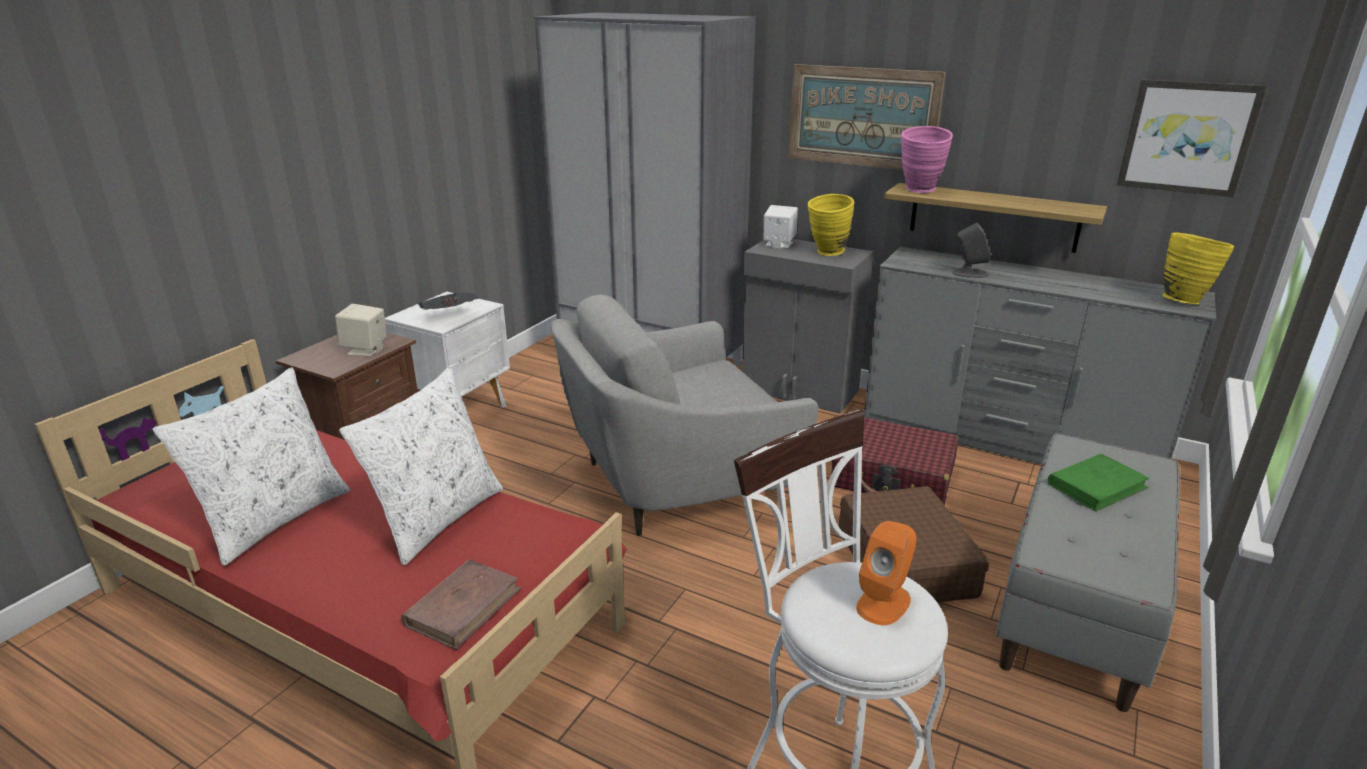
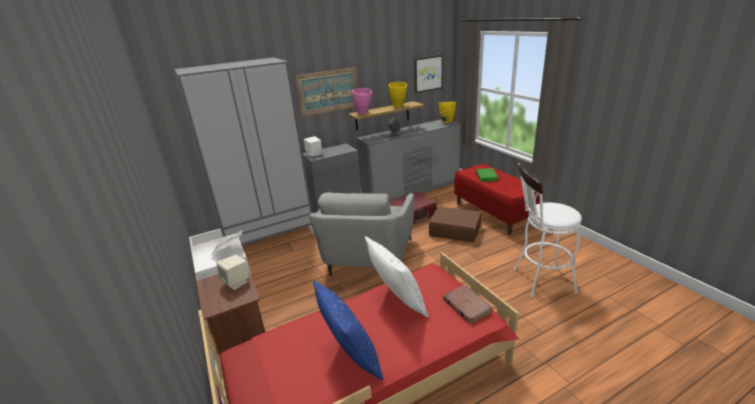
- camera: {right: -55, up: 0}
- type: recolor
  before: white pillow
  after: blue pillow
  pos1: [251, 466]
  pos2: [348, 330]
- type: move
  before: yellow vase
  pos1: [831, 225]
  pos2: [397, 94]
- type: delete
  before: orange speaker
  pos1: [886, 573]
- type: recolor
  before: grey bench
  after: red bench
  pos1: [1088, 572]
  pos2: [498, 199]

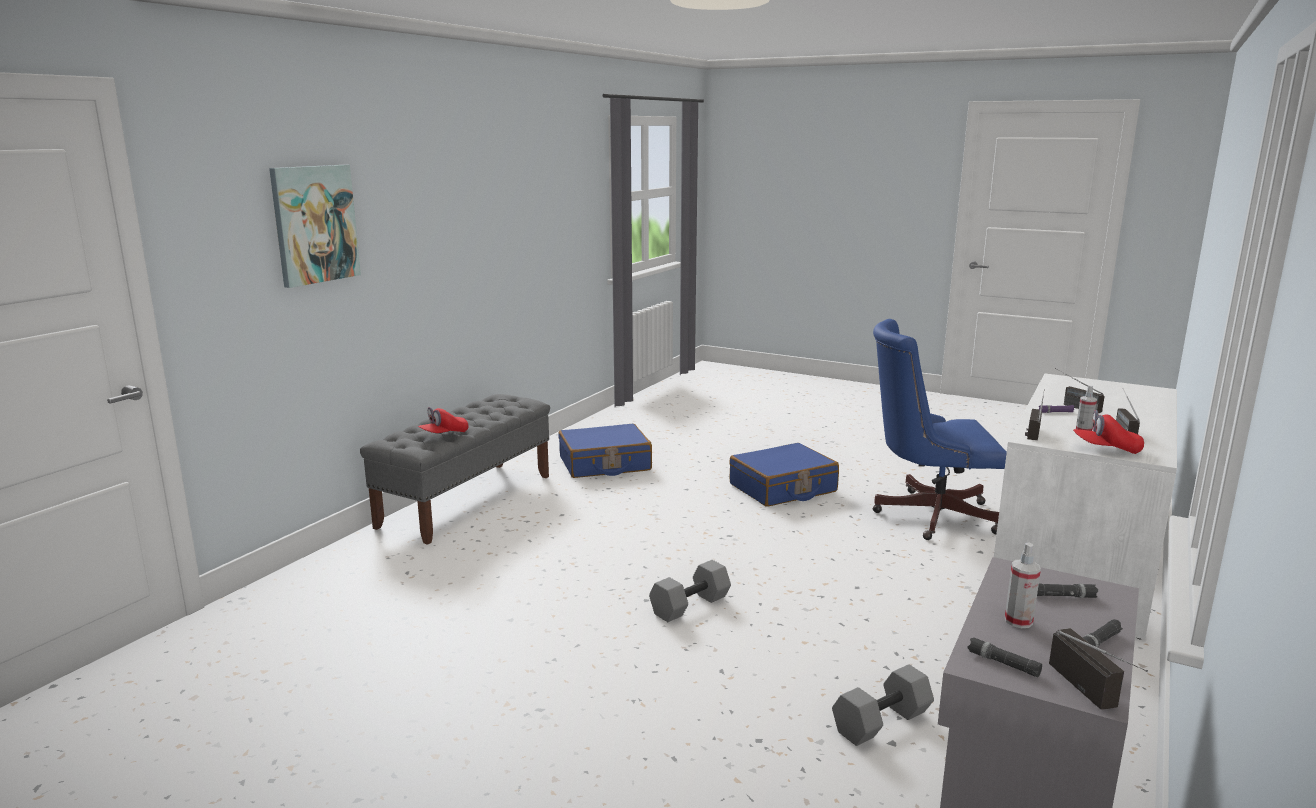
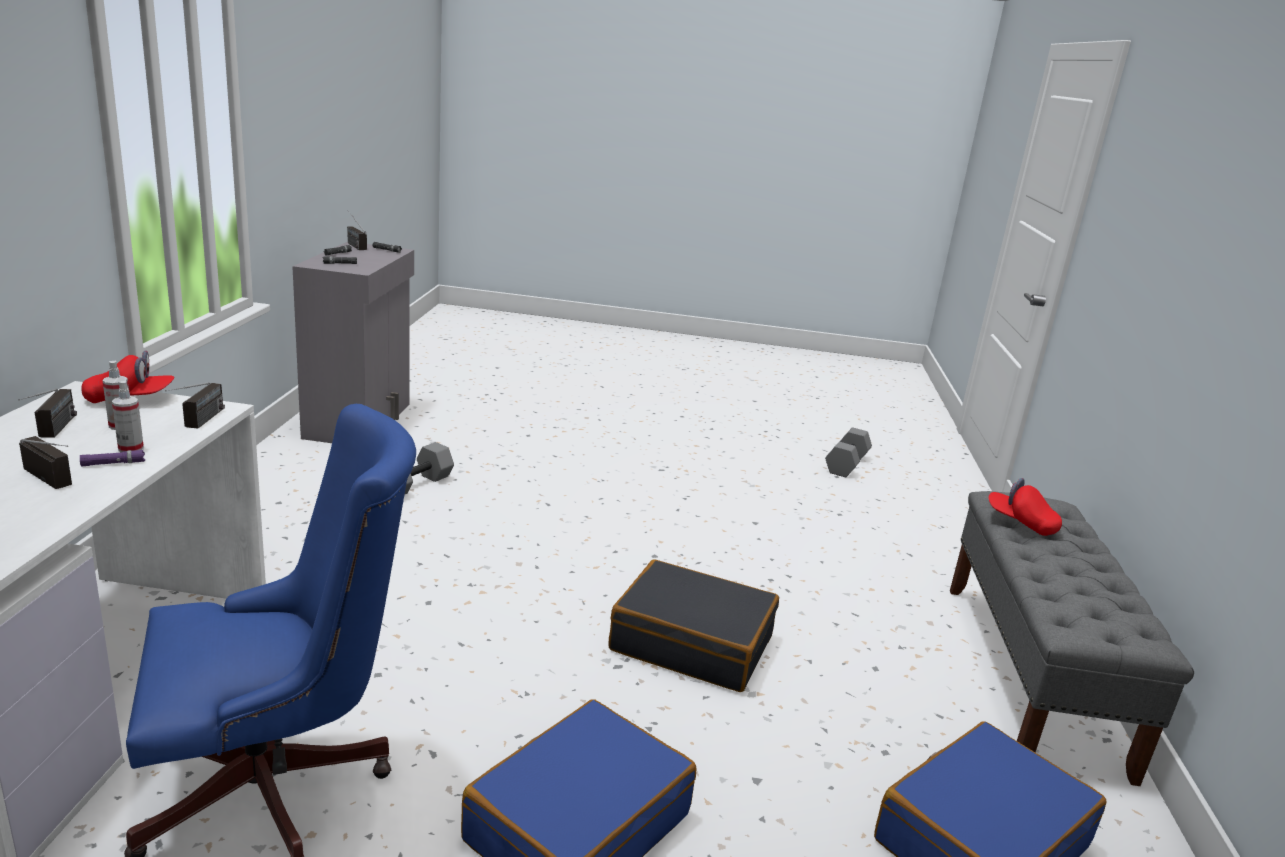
- camera: {right: 155, up: 5}
- type: delete
  before: picture
  pos1: [315, 226]
- type: rotate
  before: red cap
  pos1: [443, 420]
  pos2: [1025, 507]
  turn: -75
- type: move
  before: grey dumbbell
  pos1: [690, 591]
  pos2: [848, 452]
- type: move
  before: spray bottle
  pos1: [1023, 585]
  pos2: [128, 416]
- type: insert
  after: black suitcase
  pos2: [694, 626]

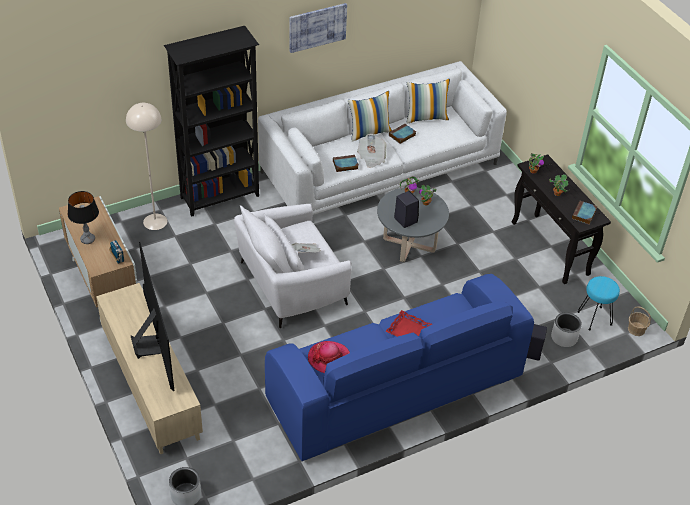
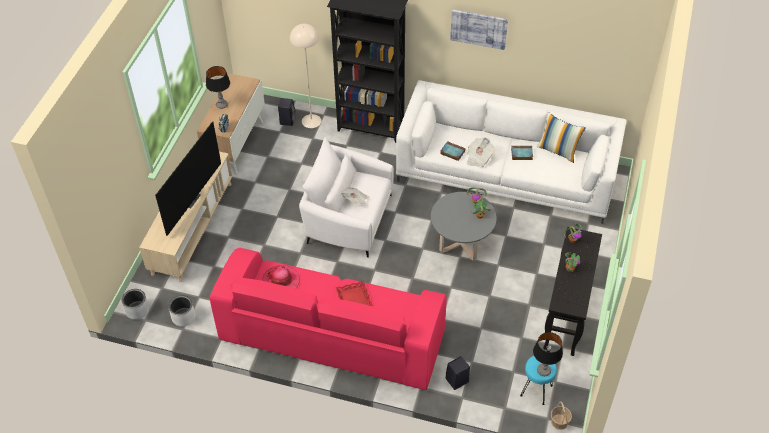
- camera: {right: 45, up: 5}
- type: recolor
  before: blue sofa
  after: pink sofa
  pos1: [399, 367]
  pos2: [328, 319]
- type: delete
  before: pillow
  pos1: [370, 116]
- type: move
  before: black speaker
  pos1: [406, 209]
  pos2: [287, 112]
- type: move
  before: white planter
  pos1: [566, 329]
  pos2: [181, 311]
- type: delete
  before: book
  pos1: [584, 213]
- type: insert
  after: table lamp
  pos2: [548, 354]

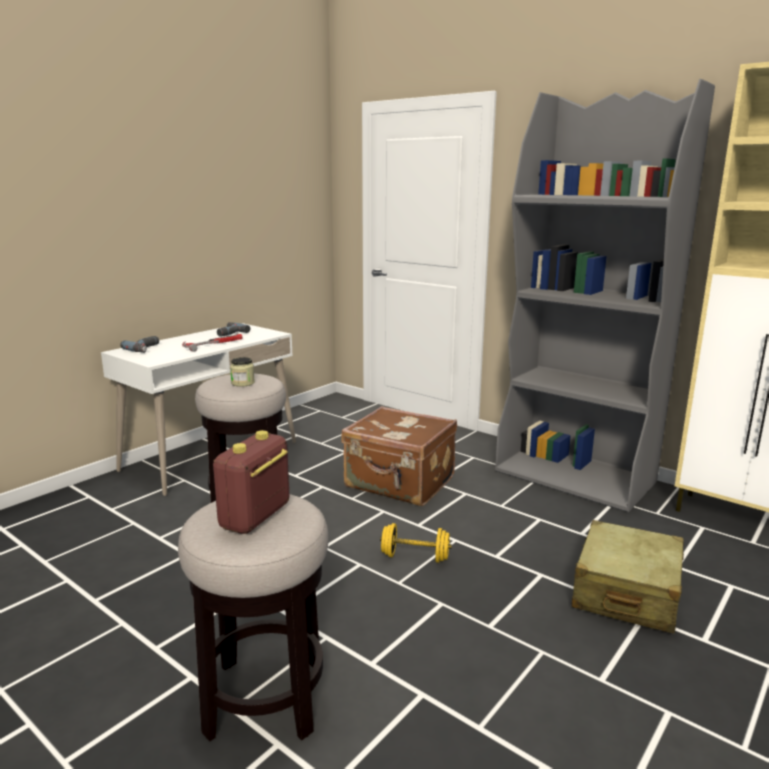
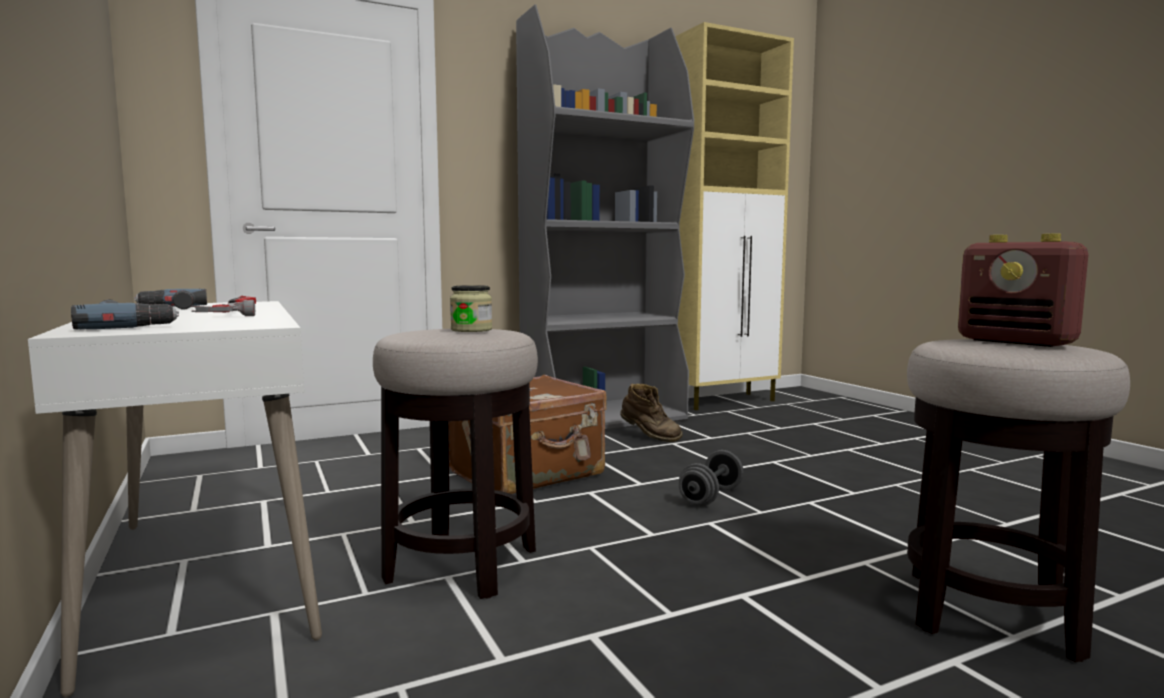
- camera: {right: -65, up: -10}
- type: recolor
  before: yellow dumbbell
  after: grey dumbbell
  pos1: [416, 543]
  pos2: [711, 478]
- type: delete
  before: beige suitcase
  pos1: [628, 576]
- type: insert
  after: brown boot
  pos2: [651, 413]

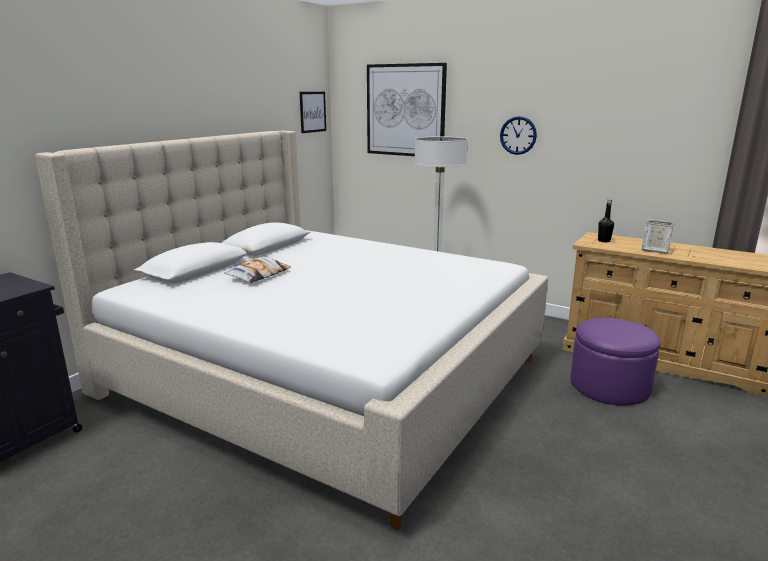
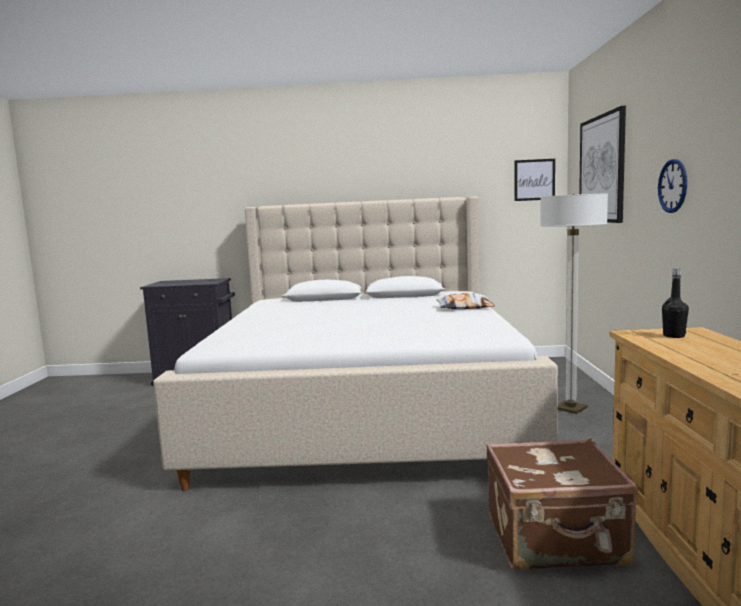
- camera: {right: 60, up: -10}
- type: move
  before: pillow
  pos1: [257, 270]
  pos2: [465, 301]
- type: replace
  before: purple ottoman
  after: brown suitcase
  pos1: [615, 361]
  pos2: [562, 504]
- type: delete
  before: picture frame
  pos1: [658, 236]

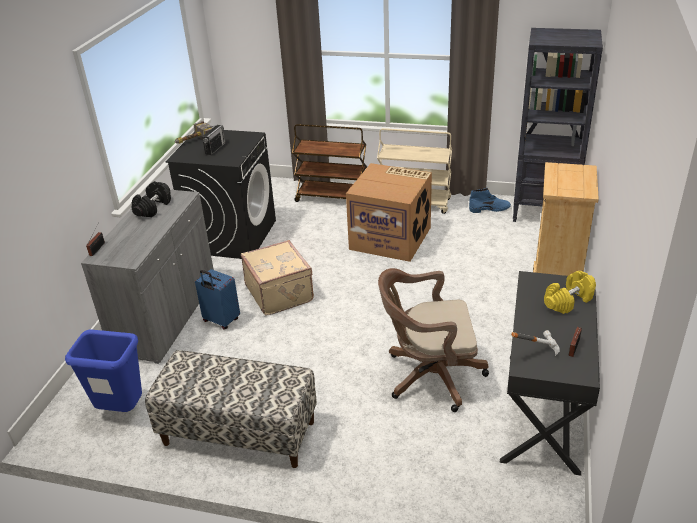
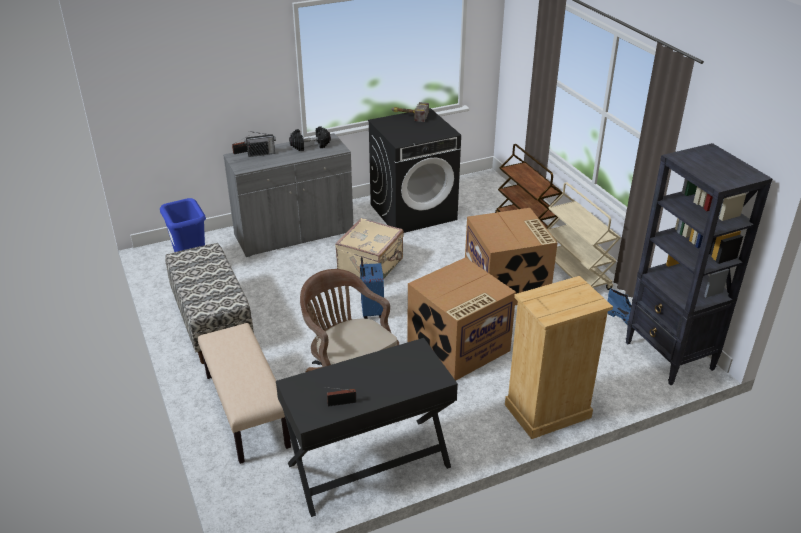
- camera: {right: 50, up: 0}
- type: move
  before: blue suitcase
  pos1: [217, 299]
  pos2: [372, 288]
- type: move
  before: radio
  pos1: [213, 140]
  pos2: [260, 144]
- type: delete
  before: hammer
  pos1: [535, 343]
- type: delete
  before: yellow dumbbell
  pos1: [570, 292]
- type: insert
  after: beige bench
  pos2: [244, 393]
- type: insert
  after: cardboard box
  pos2: [461, 319]

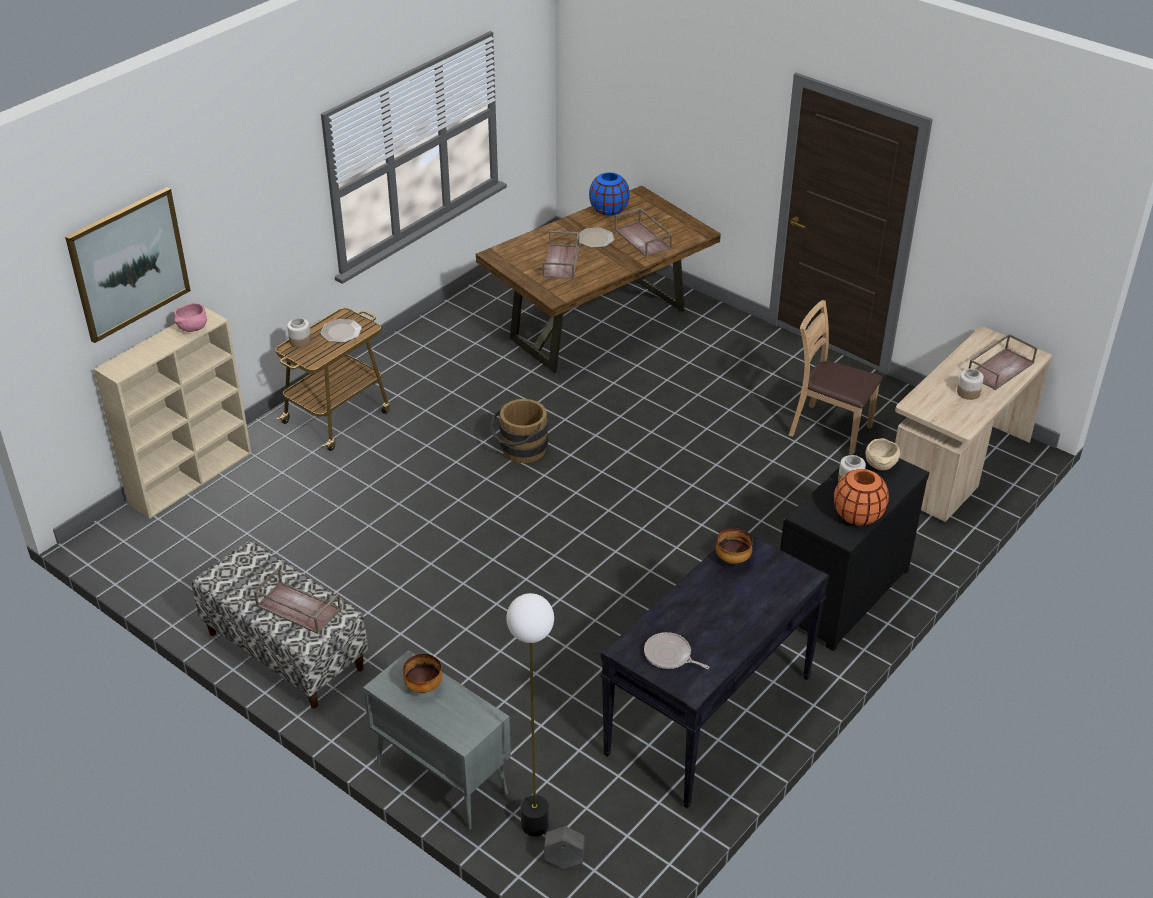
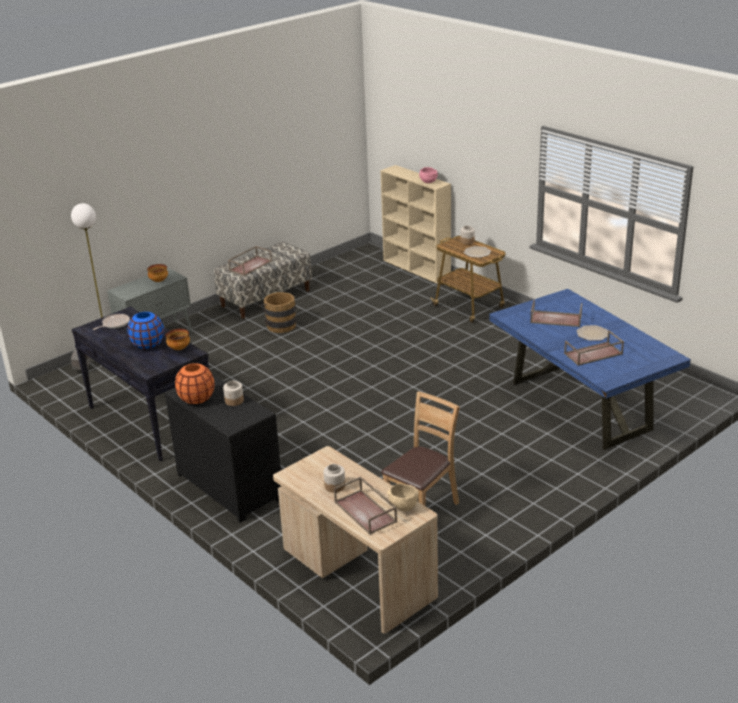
- camera: {right: 100, up: -10}
- type: delete
  before: picture
  pos1: [128, 265]
- type: recolor
  before: brown dining table
  after: blue dining table
  pos1: [598, 279]
  pos2: [590, 369]
- type: move
  before: brown bucket
  pos1: [519, 431]
  pos2: [277, 312]
- type: move
  before: blue vase
  pos1: [609, 194]
  pos2: [146, 330]
- type: move
  before: beige bowl
  pos1: [883, 454]
  pos2: [403, 497]

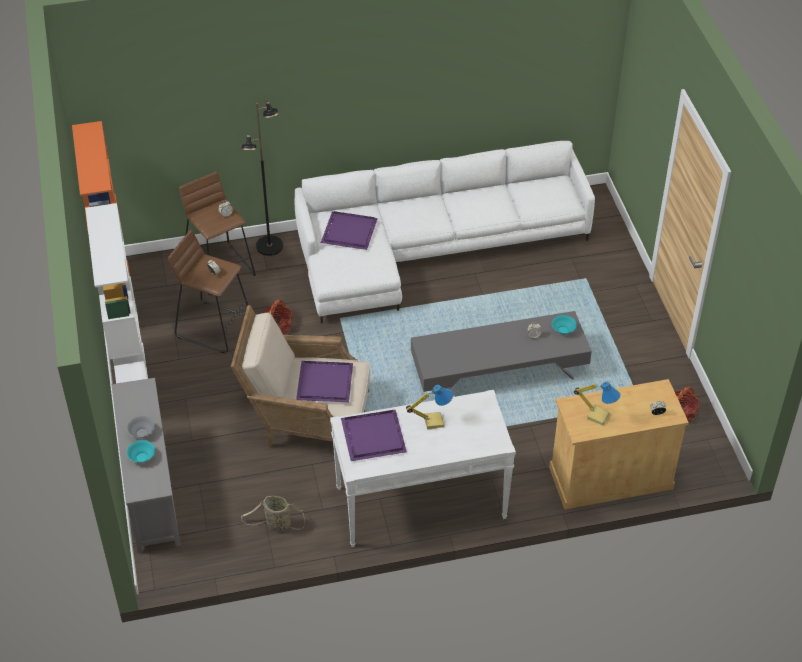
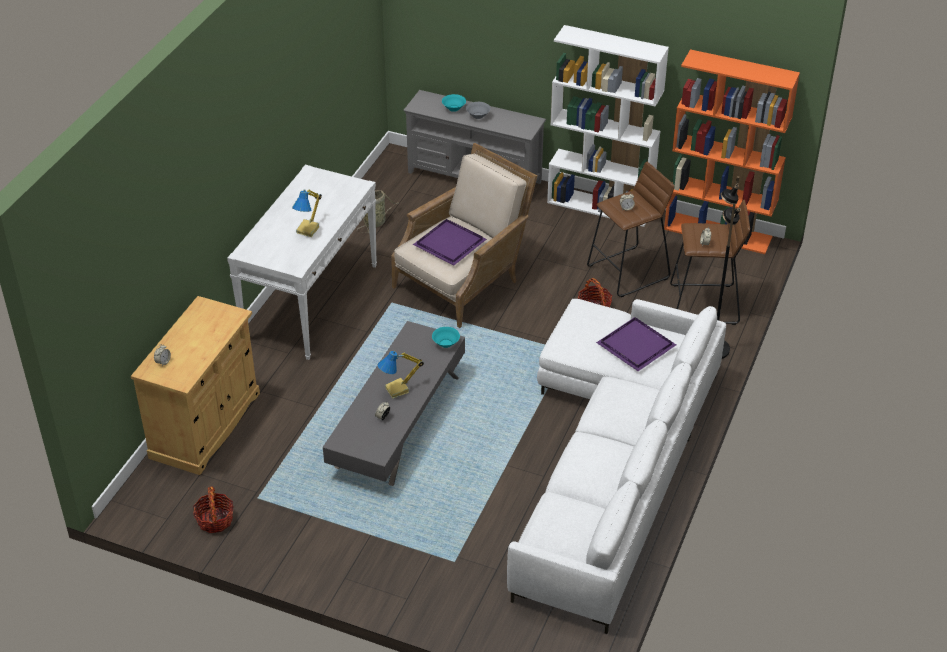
- camera: {right: 125, up: -5}
- type: delete
  before: purple tray
  pos1: [374, 435]
- type: move
  before: turquoise bowl
  pos1: [564, 324]
  pos2: [446, 337]
- type: move
  before: table lamp
  pos1: [597, 403]
  pos2: [401, 374]

